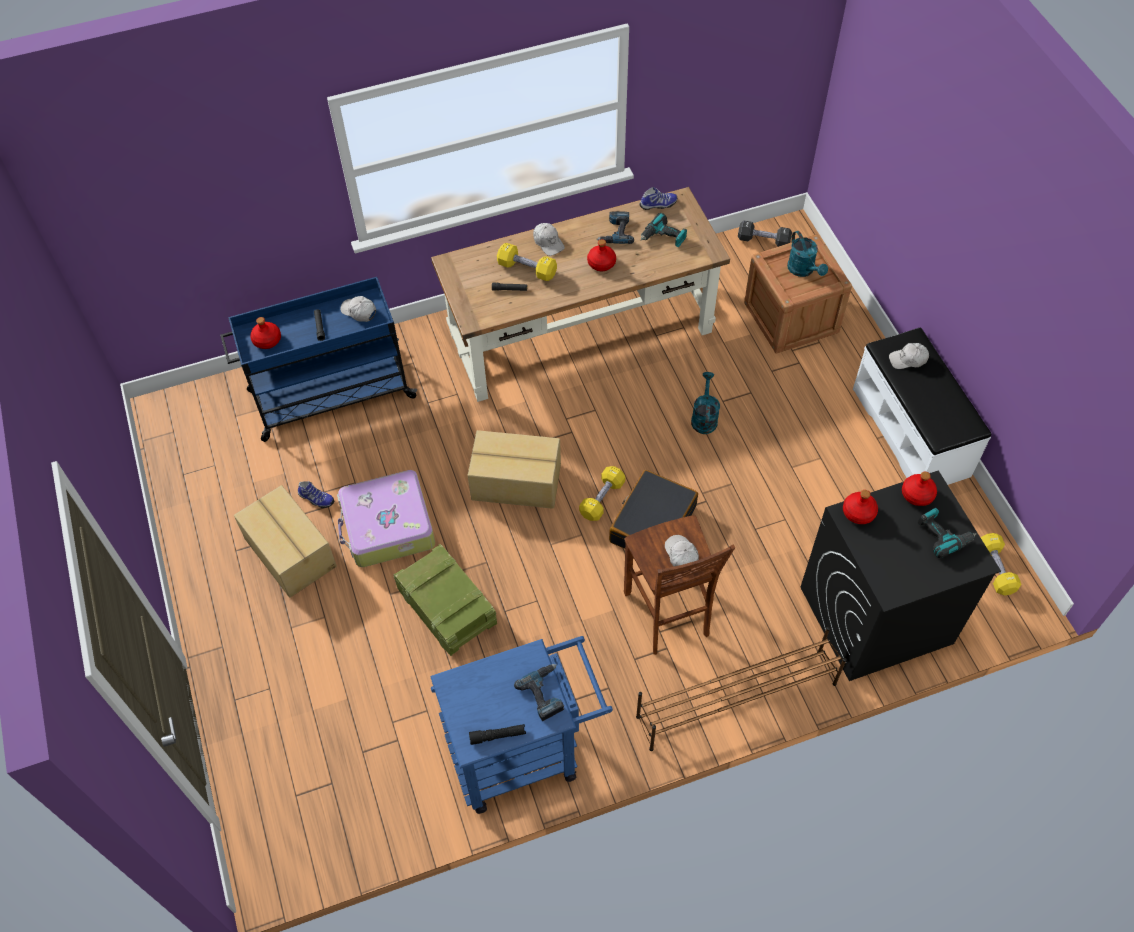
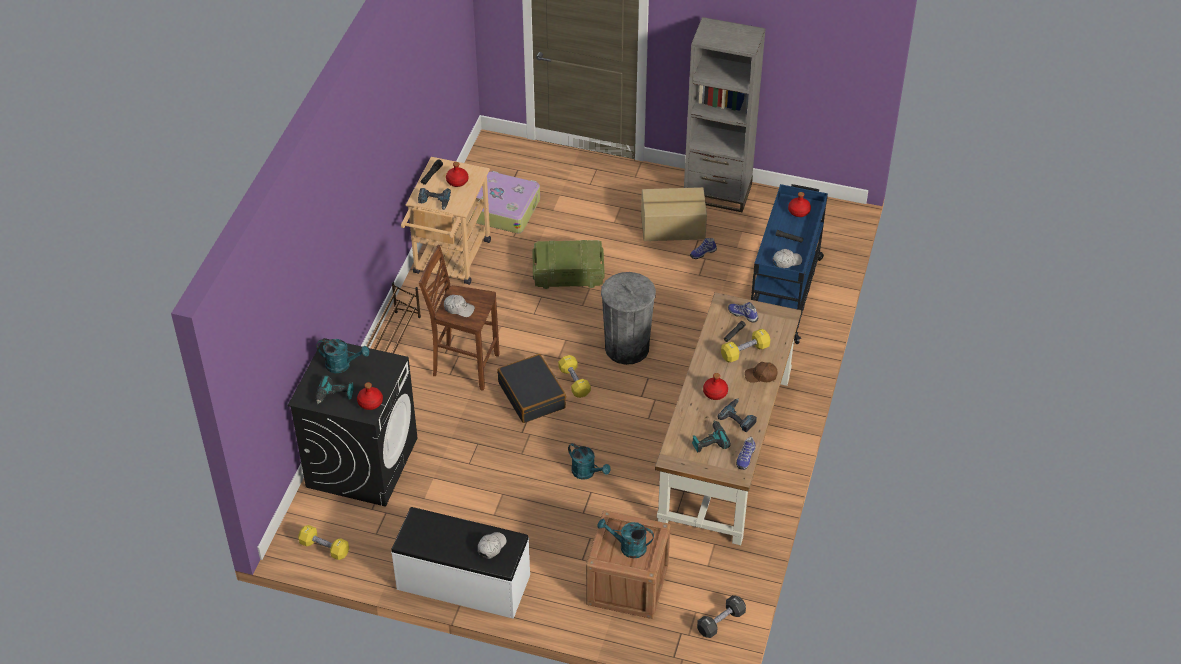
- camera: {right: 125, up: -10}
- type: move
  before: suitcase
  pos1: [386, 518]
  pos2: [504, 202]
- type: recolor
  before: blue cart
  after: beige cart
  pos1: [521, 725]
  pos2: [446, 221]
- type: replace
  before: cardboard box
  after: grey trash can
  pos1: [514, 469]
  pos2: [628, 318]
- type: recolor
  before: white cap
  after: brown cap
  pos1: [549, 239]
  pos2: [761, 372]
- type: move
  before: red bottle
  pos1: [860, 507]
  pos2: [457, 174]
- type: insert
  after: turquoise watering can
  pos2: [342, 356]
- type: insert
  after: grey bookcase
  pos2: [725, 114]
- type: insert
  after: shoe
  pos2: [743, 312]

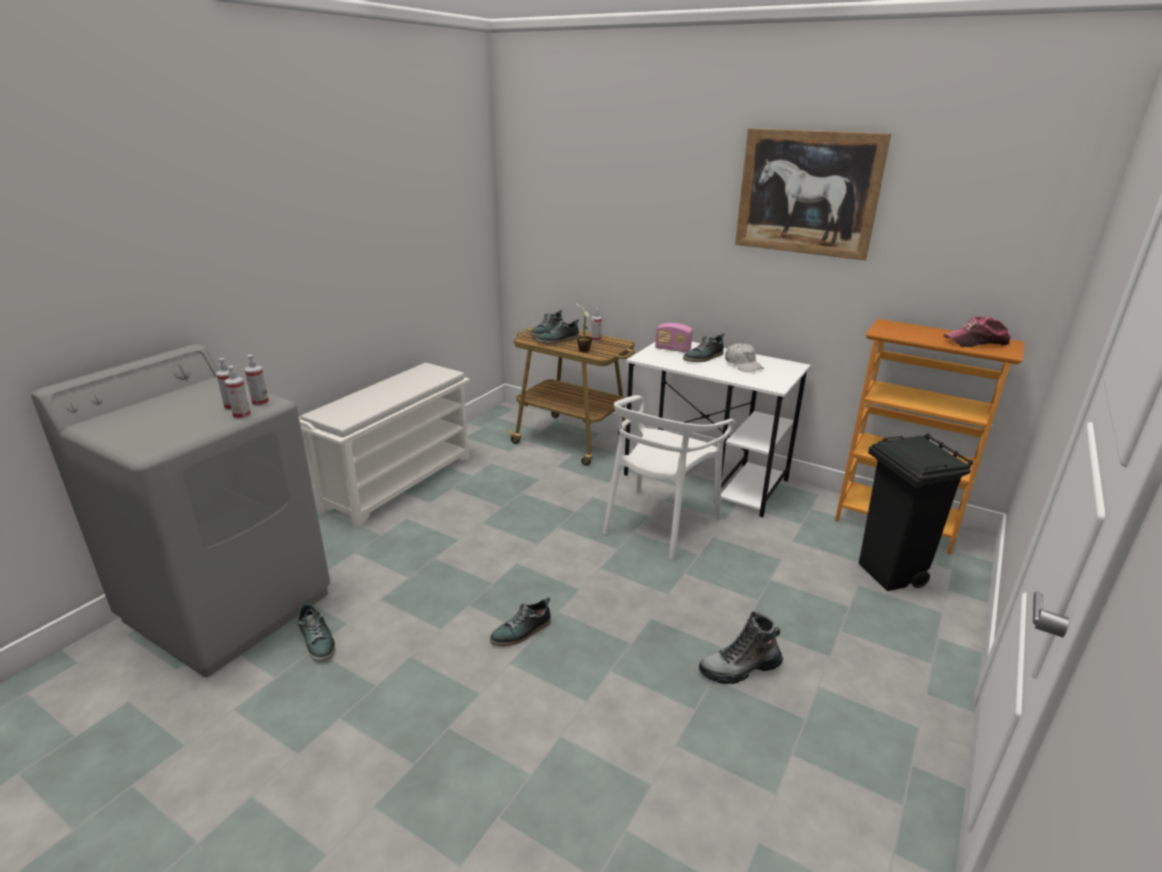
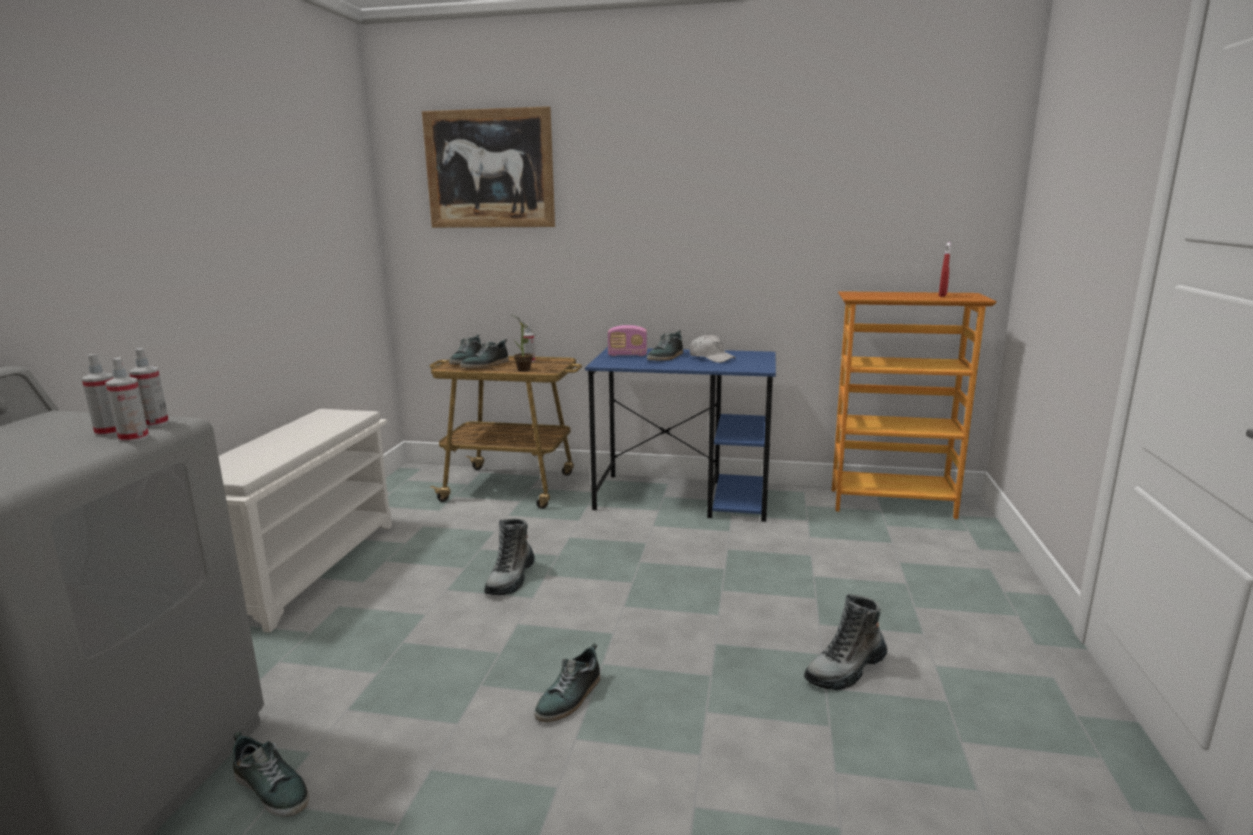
- camera: {right: -20, up: -10}
- type: delete
  before: white chair
  pos1: [669, 477]
- type: recolor
  before: white desk
  after: blue desk
  pos1: [717, 429]
  pos2: [680, 434]
- type: move
  before: picture
  pos1: [813, 194]
  pos2: [488, 167]
- type: delete
  before: black trash can
  pos1: [916, 512]
- type: replace
  before: cap
  after: red spray bottle
  pos1: [976, 331]
  pos2: [945, 269]
- type: insert
  after: boot
  pos2: [509, 556]

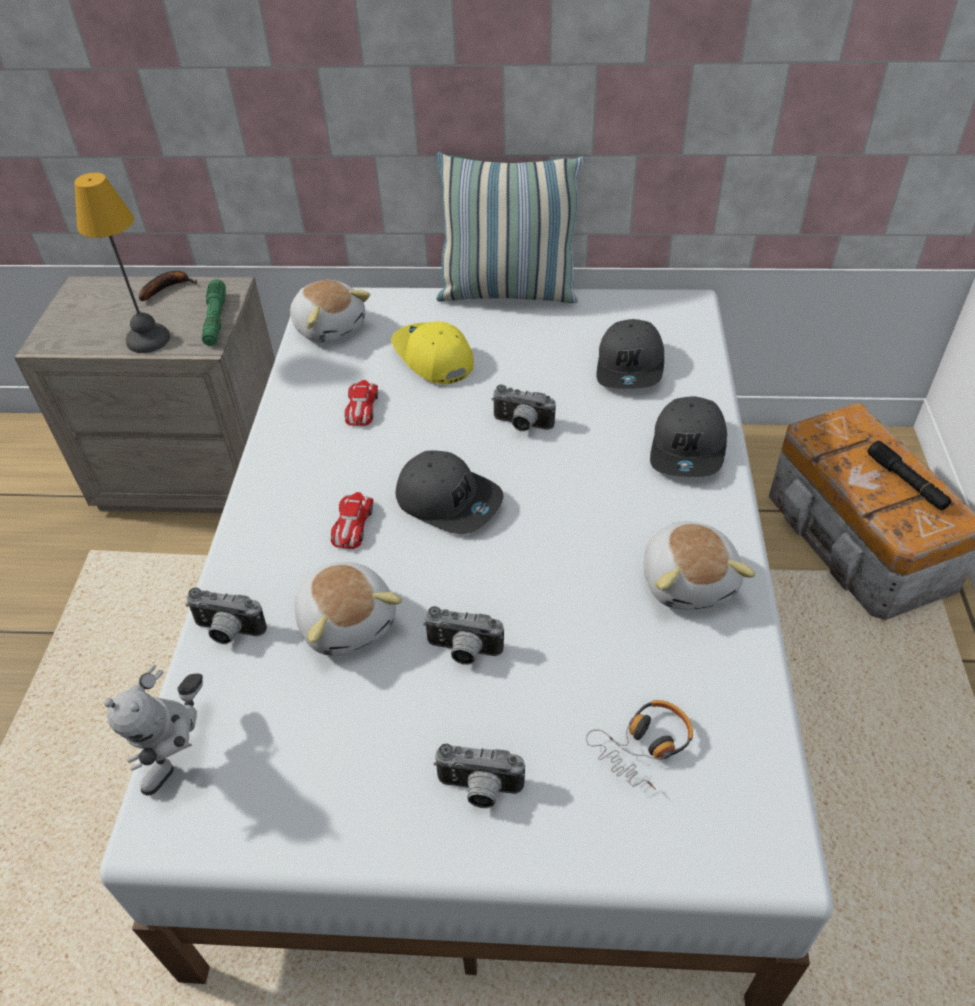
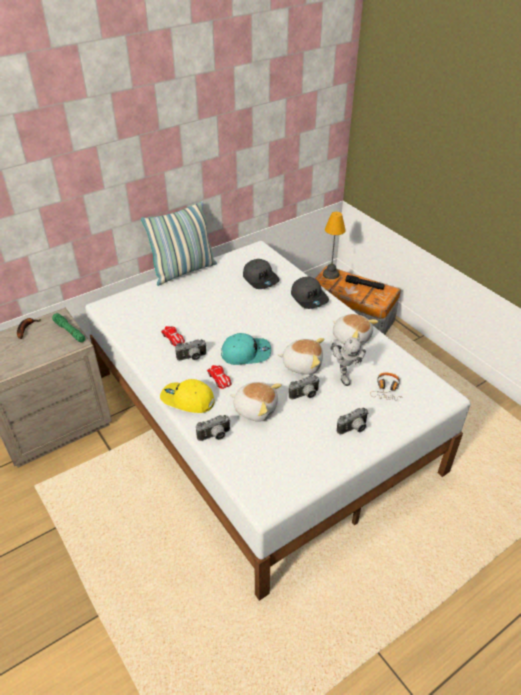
- camera: {right: -40, up: -5}
- type: move
  before: table lamp
  pos1: [122, 263]
  pos2: [334, 245]
- type: move
  before: toy robot
  pos1: [153, 730]
  pos2: [348, 361]
- type: move
  before: plush toy
  pos1: [330, 311]
  pos2: [301, 356]
- type: move
  before: yellow cap
  pos1: [432, 353]
  pos2: [187, 396]
- type: recolor
  before: grey cap
  after: turquoise cap
  pos1: [450, 492]
  pos2: [246, 349]
- type: move
  before: photo camera
  pos1: [524, 408]
  pos2: [191, 349]

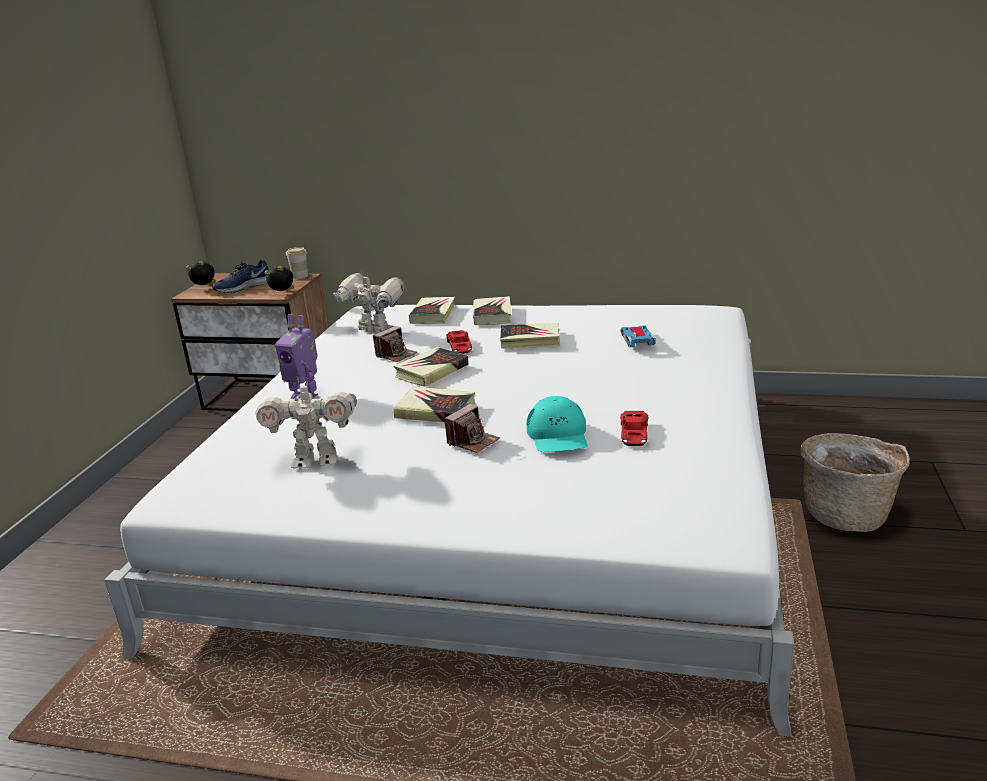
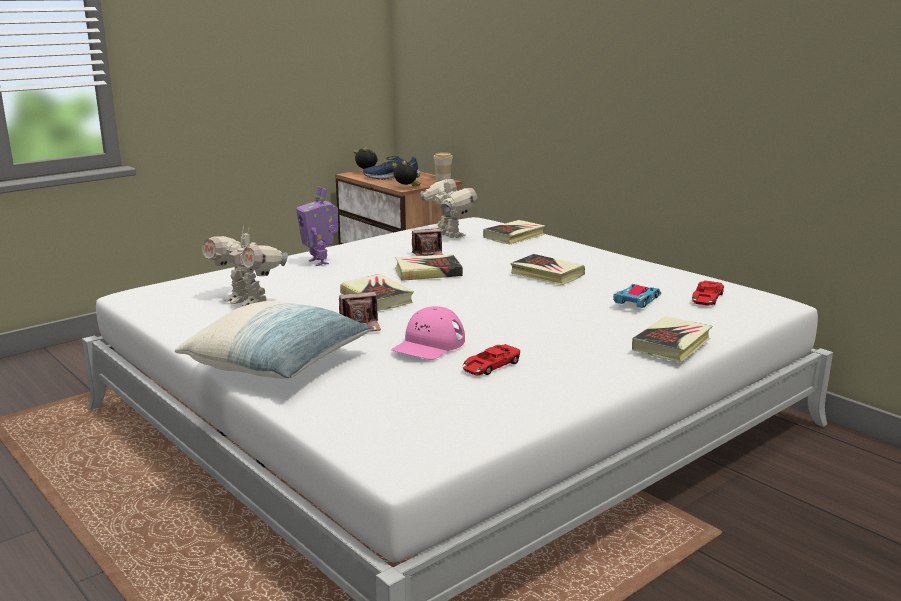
- camera: {right: 35, up: -5}
- type: move
  before: red toy car
  pos1: [459, 342]
  pos2: [708, 293]
- type: move
  before: book
  pos1: [492, 310]
  pos2: [672, 339]
- type: recolor
  before: turquoise cap
  after: pink cap
  pos1: [557, 424]
  pos2: [428, 333]
- type: delete
  before: basket
  pos1: [855, 482]
- type: insert
  after: pillow
  pos2: [274, 340]

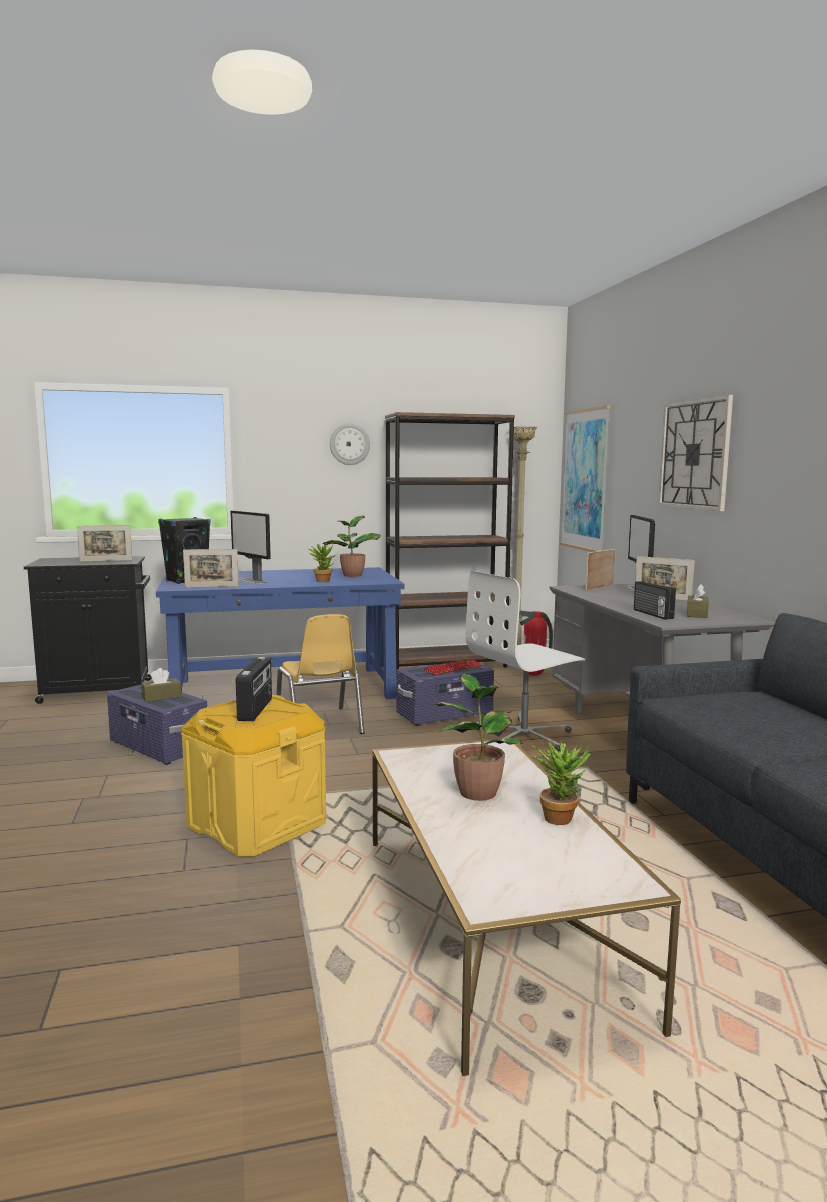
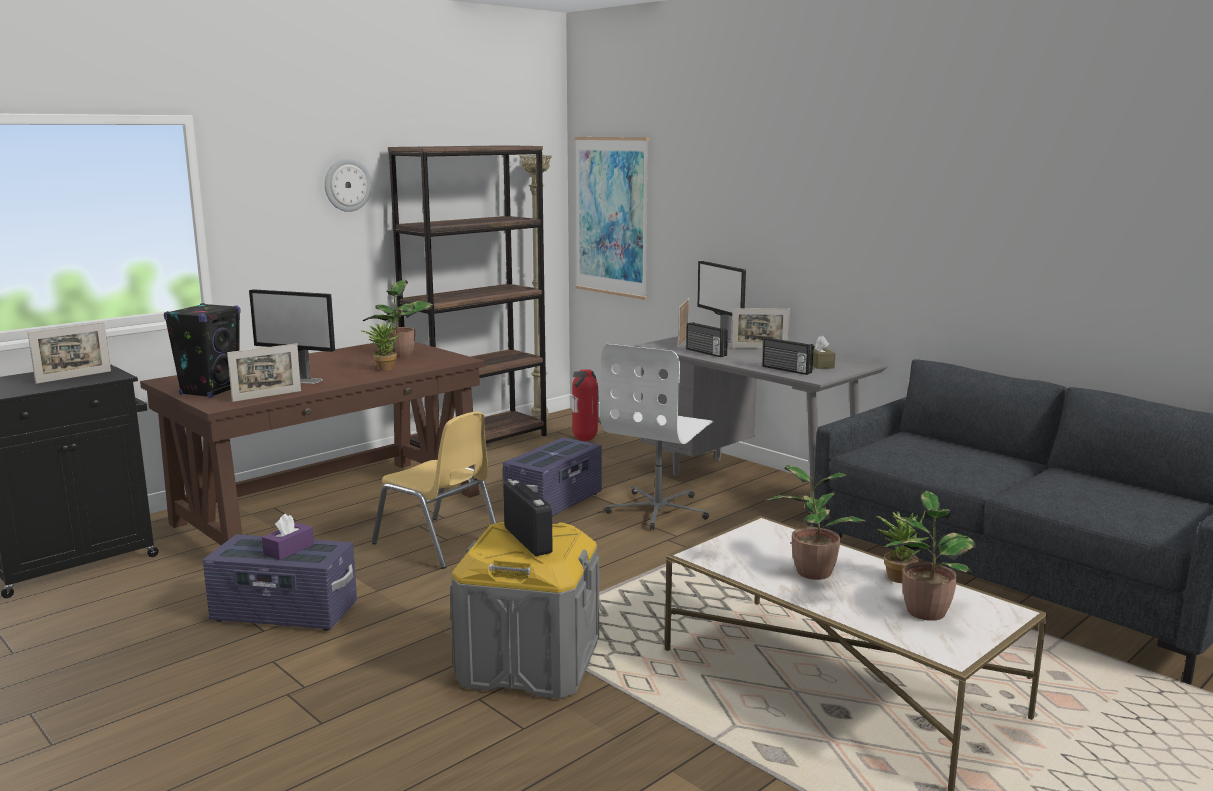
- camera: {right: -30, up: 5}
- type: recolor
  before: brown tissue box
  after: purple tissue box
  pos1: [161, 685]
  pos2: [288, 537]
- type: recolor
  before: blue desk
  after: brown desk
  pos1: [280, 633]
  pos2: [312, 443]
- type: recolor
  before: yellow storage box
  after: grey storage box
  pos1: [253, 776]
  pos2: [524, 610]
- type: delete
  before: keyboard
  pos1: [453, 667]
- type: delete
  before: wall clock
  pos1: [695, 453]
- type: insert
  after: radio
  pos2: [707, 339]
- type: insert
  after: potted plant
  pos2: [929, 556]

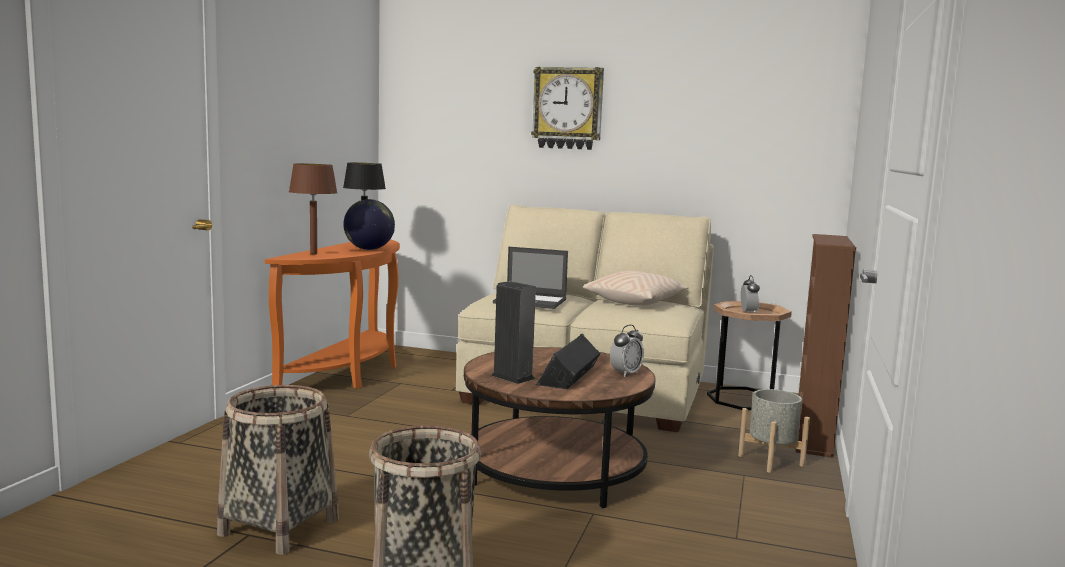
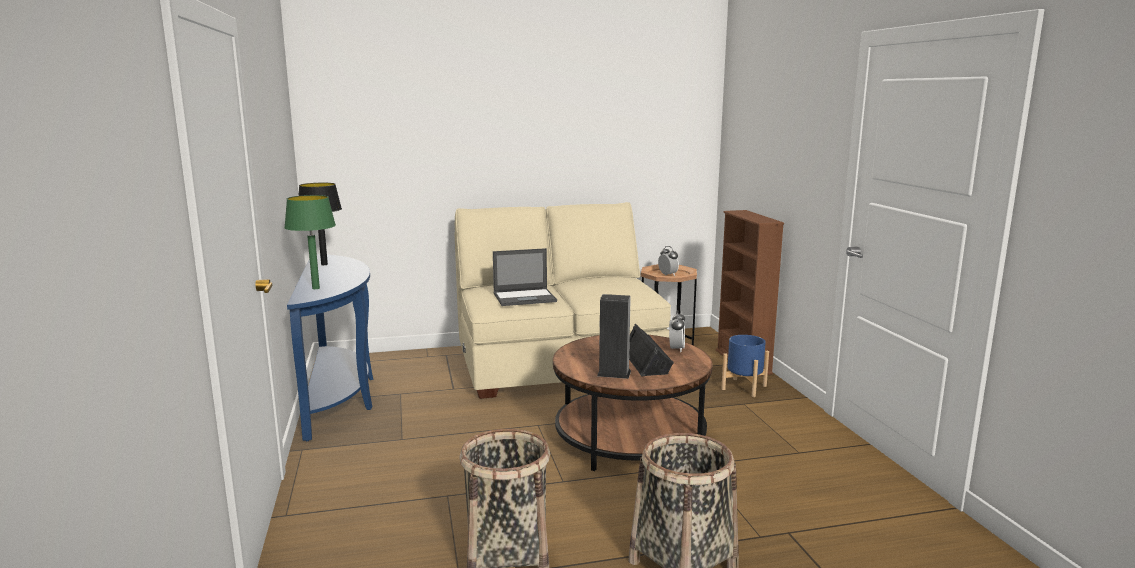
- camera: {right: -30, up: 5}
- type: recolor
  before: orange console table
  after: blue console table
  pos1: [332, 314]
  pos2: [330, 347]
- type: recolor
  before: brown table lamp
  after: green table lamp
  pos1: [313, 209]
  pos2: [310, 242]
- type: delete
  before: globe
  pos1: [369, 224]
- type: delete
  before: wall clock
  pos1: [567, 108]
- type: delete
  before: beige pillow
  pos1: [636, 288]
- type: recolor
  before: grey planter
  after: blue planter
  pos1: [774, 431]
  pos2: [745, 366]

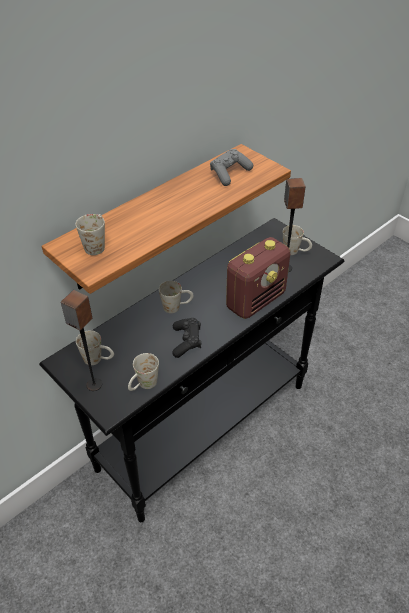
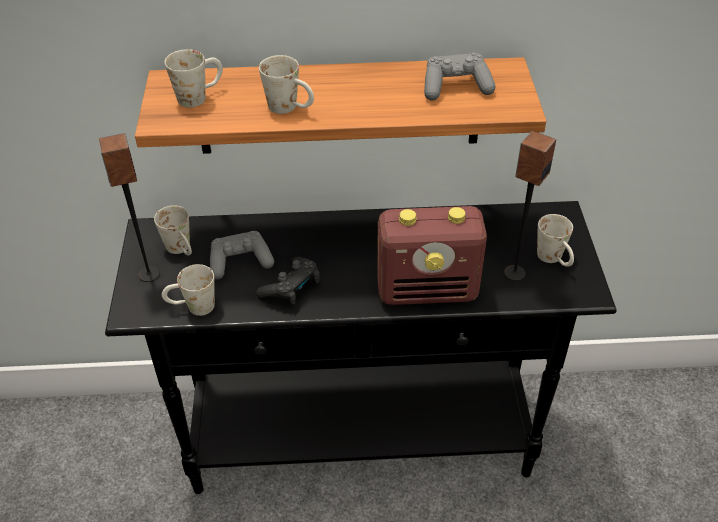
- camera: {right: 40, up: 0}
- type: move
  before: white mug
  pos1: [176, 297]
  pos2: [286, 84]
- type: insert
  after: grey game controller
  pos2: [242, 255]

